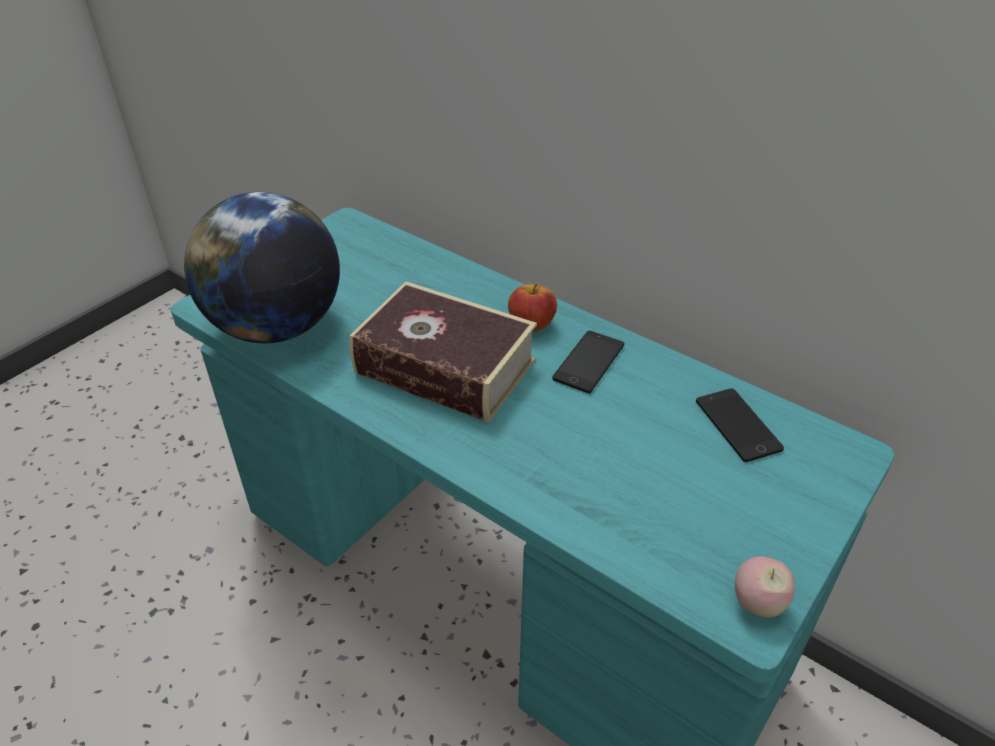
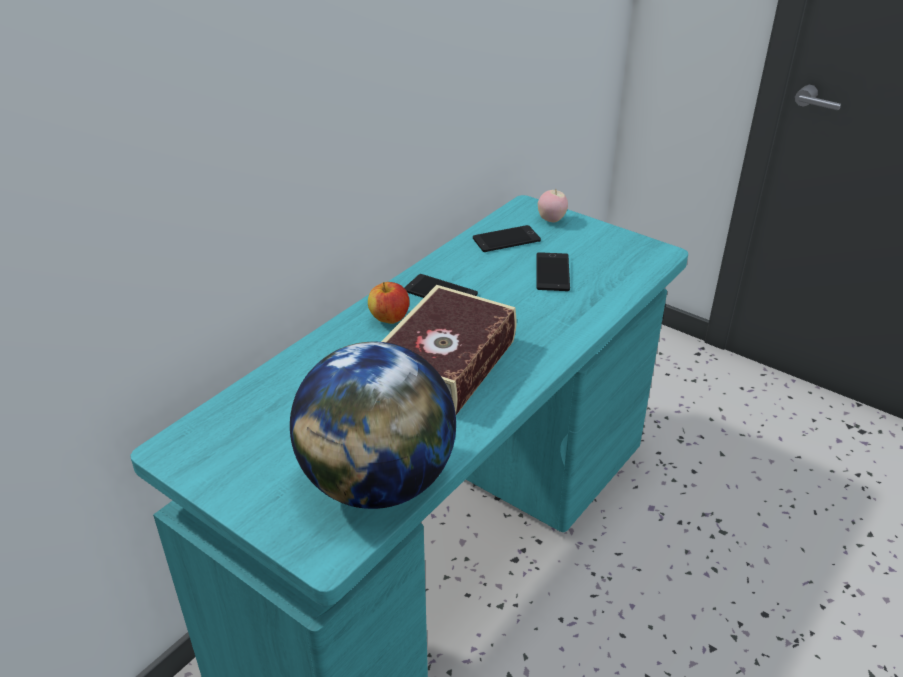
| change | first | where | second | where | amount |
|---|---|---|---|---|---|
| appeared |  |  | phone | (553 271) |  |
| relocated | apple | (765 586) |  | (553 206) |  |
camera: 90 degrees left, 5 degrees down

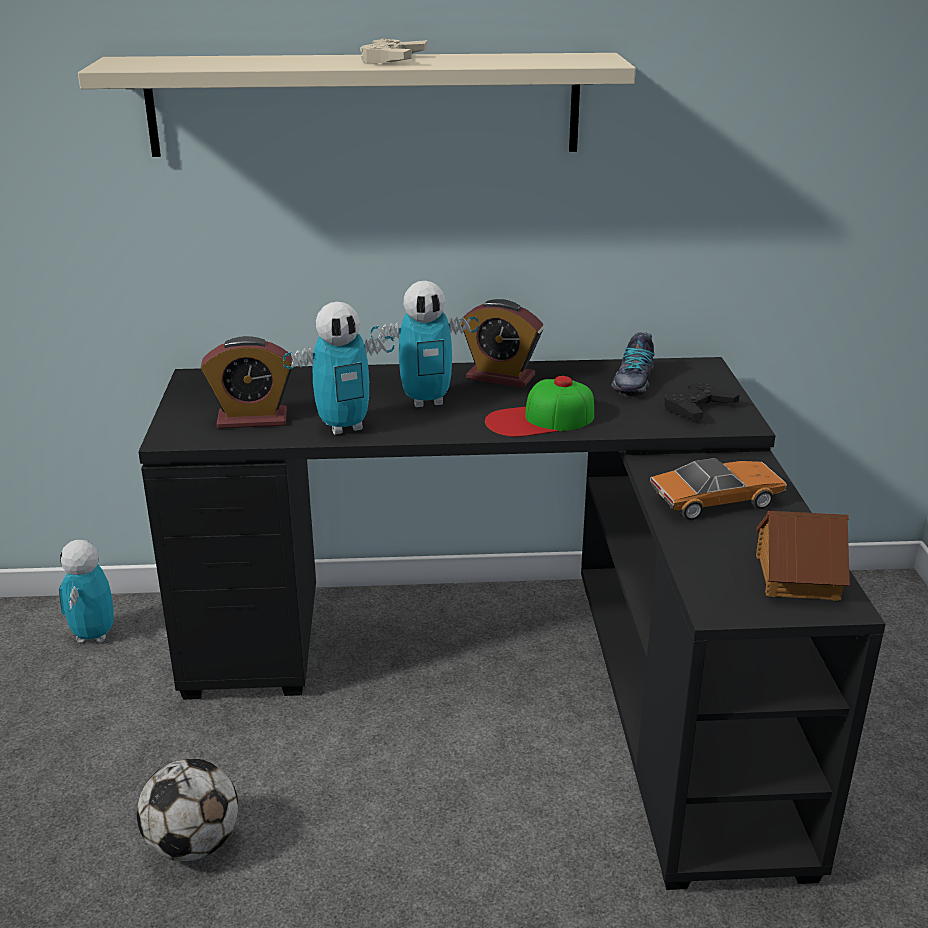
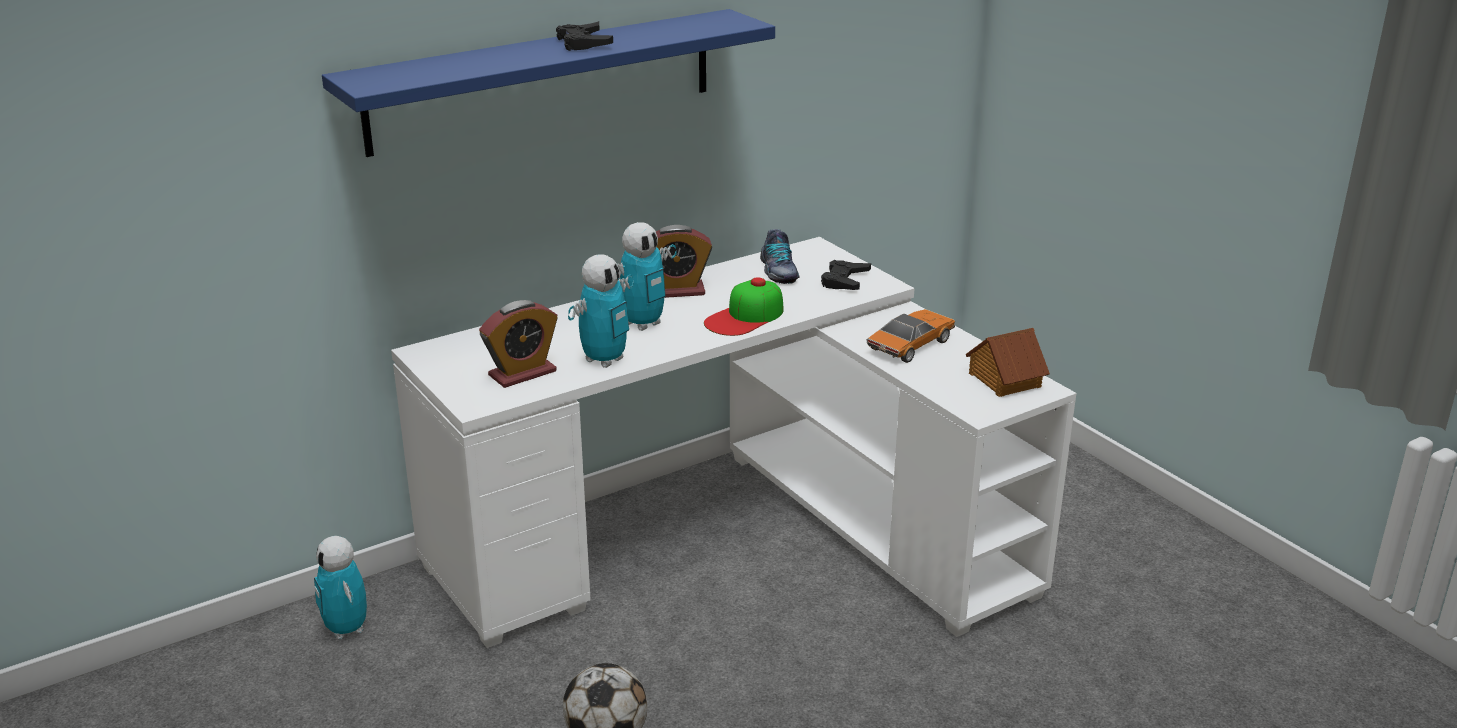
| change | first | where | second | where | amount |
|---|---|---|---|---|---|
| colour | shelf/beige | (357 105) | shelf/blue | (548 83) |  |
| colour | desk/black | (511 623) | desk/white | (733 442) |  |
| colour | game controller/beige | (394 51) | game controller/black | (584 36) |  |
camera: 30 degrees left, 0 degrees up

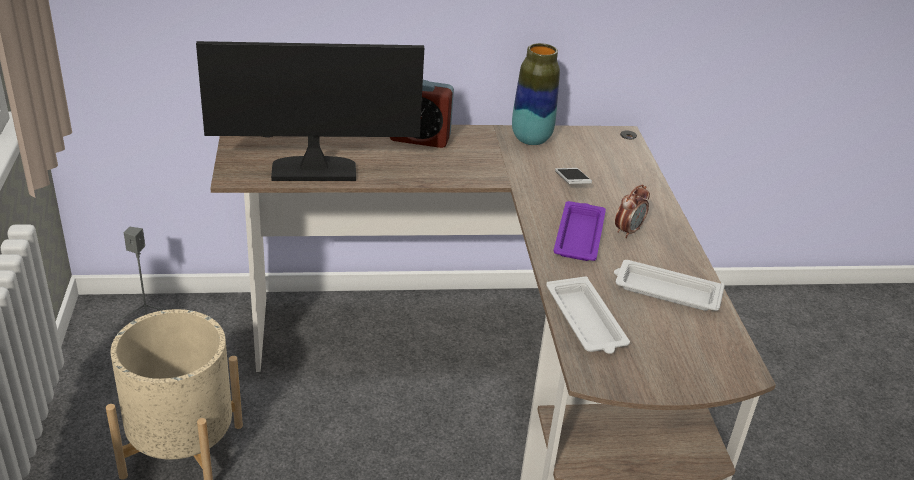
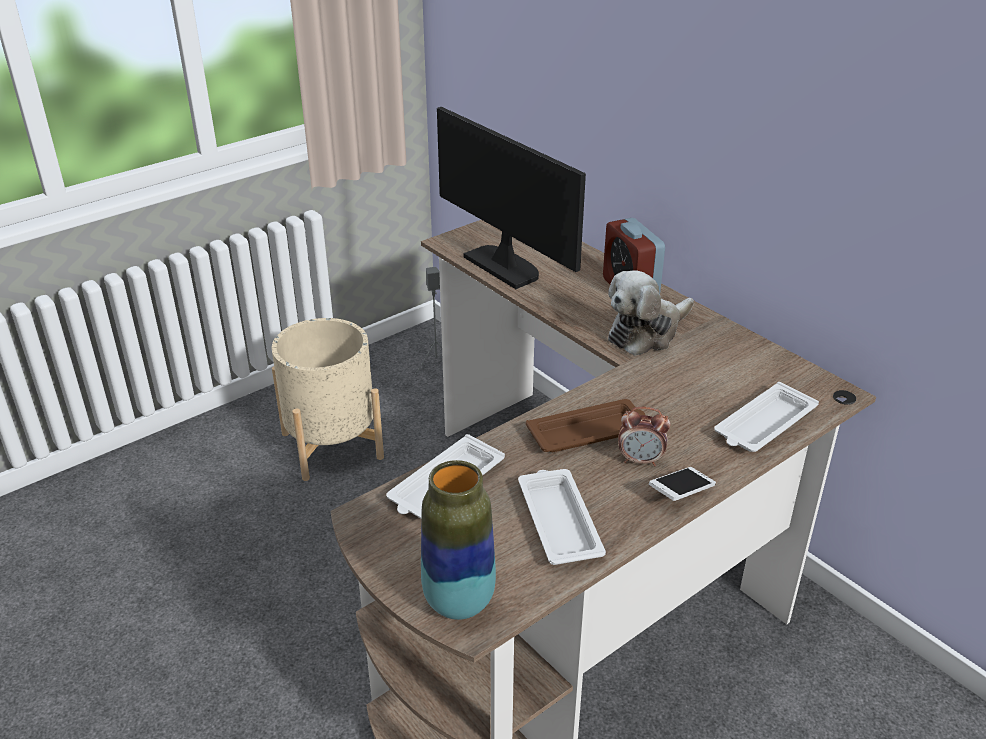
| change | first | where | second | where | amount |
|---|---|---|---|---|---|
| relocated | vase | (536 94) |  | (458 540) |  |
| colour | tray/purple | (580 231) | tray/brown | (585 425) |  |
| appeared |  |  | plush toy | (651 313) |  |
| relocated | phone | (573 176) |  | (682 484) |  |
| appeared |  |  | tray/white | (766 417) |  |
camera: 60 degrees right, 0 degrees up

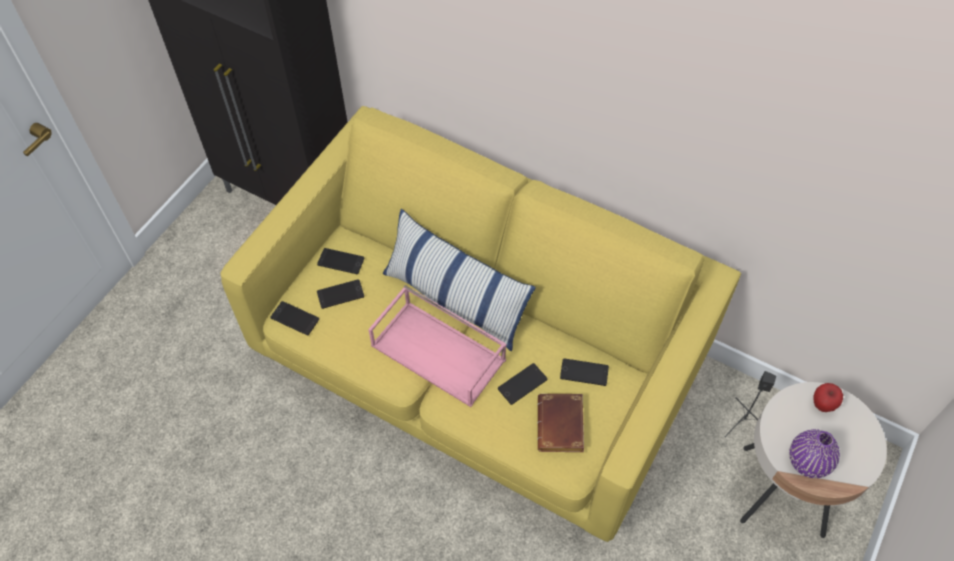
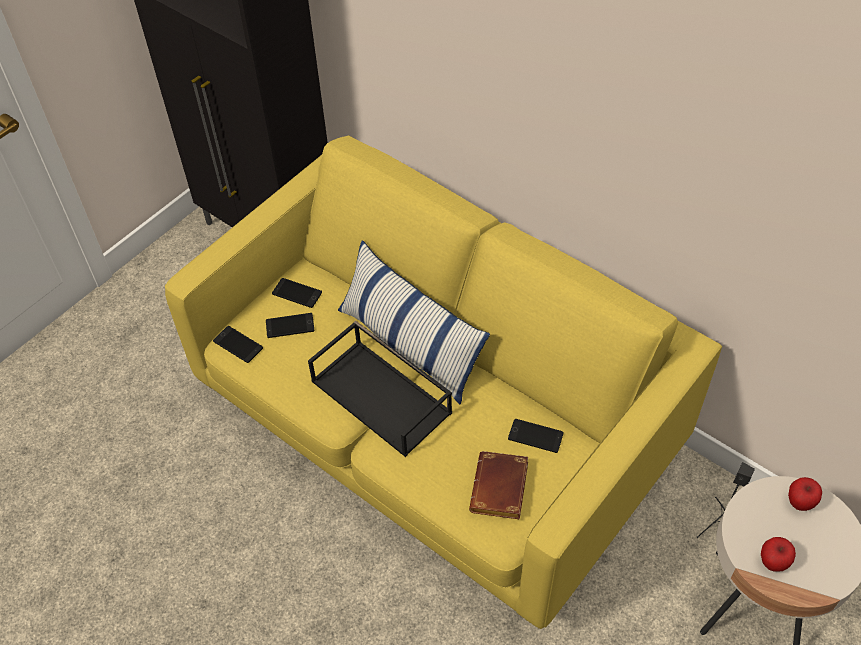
| change | first | where | second | where | amount |
|---|---|---|---|---|---|
| colour | tray/pink | (437 346) | tray/black | (380 389) |  |
| exchanged | vase/purple | (814 453) | apple | (778 554) |  |
| missing | phone | (522 384) |  |  |  |
camera: 10 degrees right, 5 degrees down

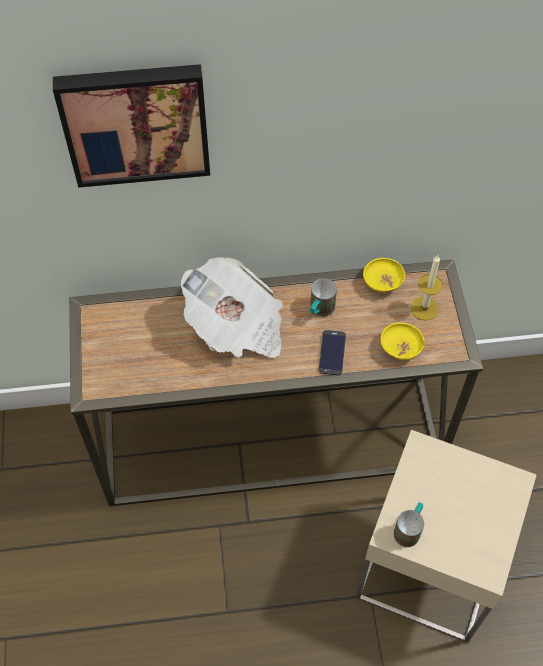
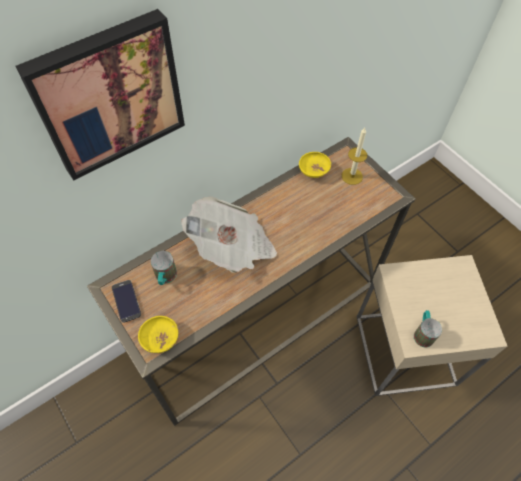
| change | first | where | second | where | amount |
|---|---|---|---|---|---|
| relocated | phone | (332 352) |  | (126 301) |  |
| relocated | bowl/yellow | (402 341) |  | (158 334) |  |
| relocated | mug | (323 297) |  | (164 268) |  |
camera: 30 degrees left, 0 degrees up

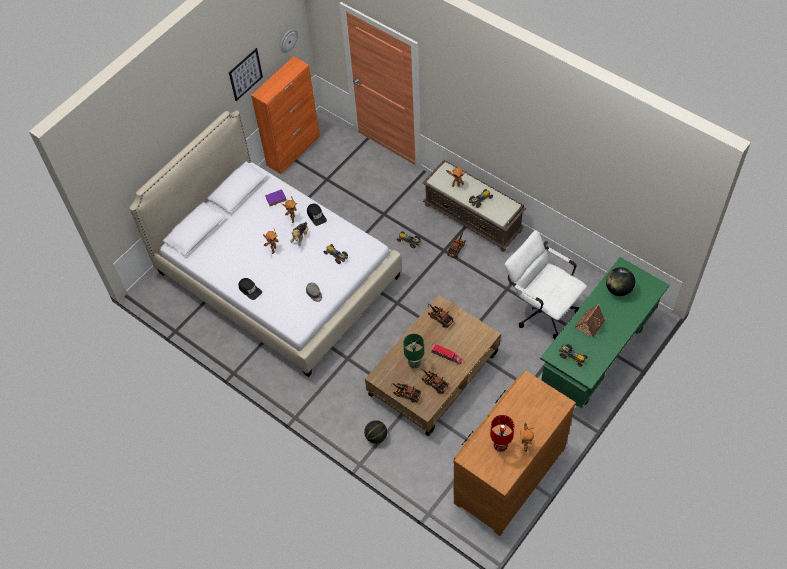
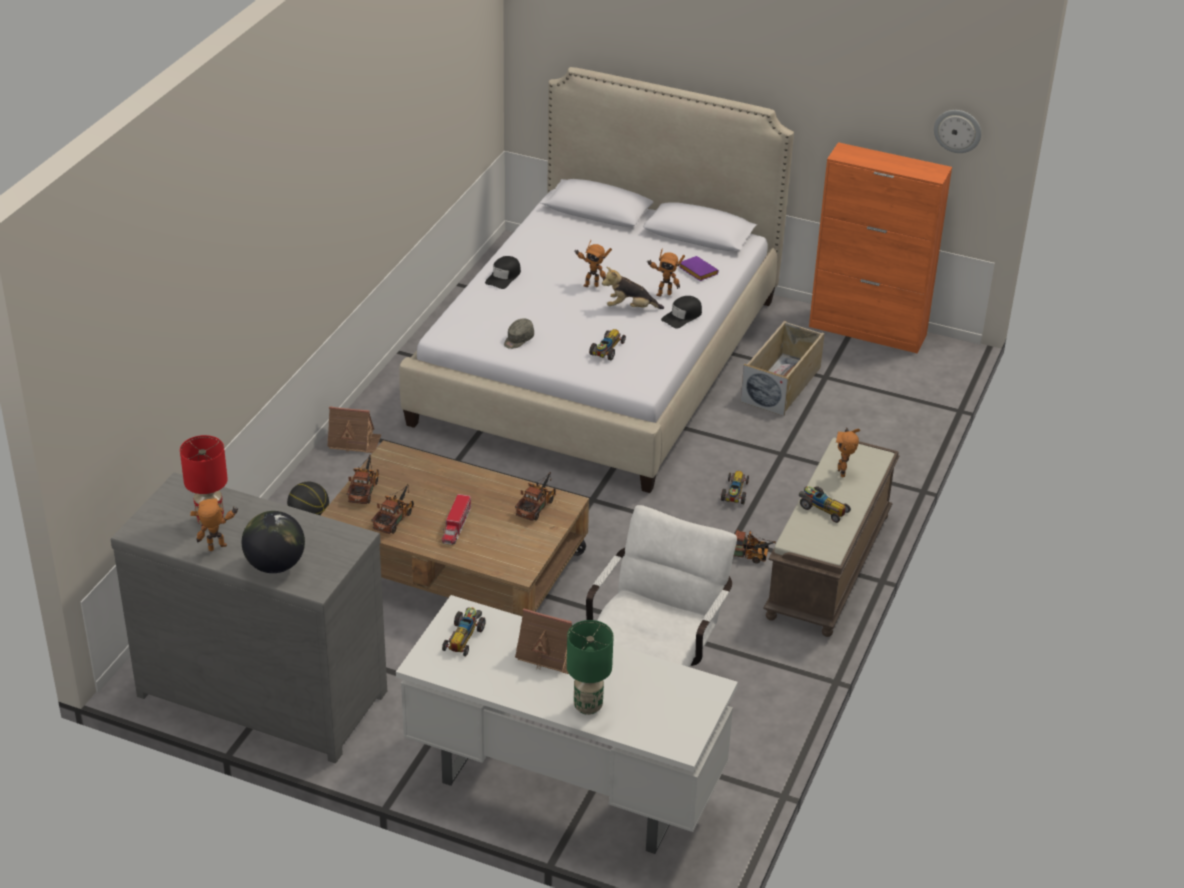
| change | first | where | second | where | amount |
|---|---|---|---|---|---|
| colour | dresser/brown | (514 453) | dresser/grey | (249 617) |  |
| relocated | globe | (620 281) |  | (273 542) |  |
| appeared |  |  | toy house | (354 429) |  |
| colour | desk/green | (604 332) | desk/white | (567 724) |  |
| relocated | table lamp/green | (413 351) |  | (590 667) |  |
| appeared |  |  | storage box/beige | (783 368) |  |
| missing | picture | (246 74) |  |  |  |
camera: 70 degrees right, 20 degrees down

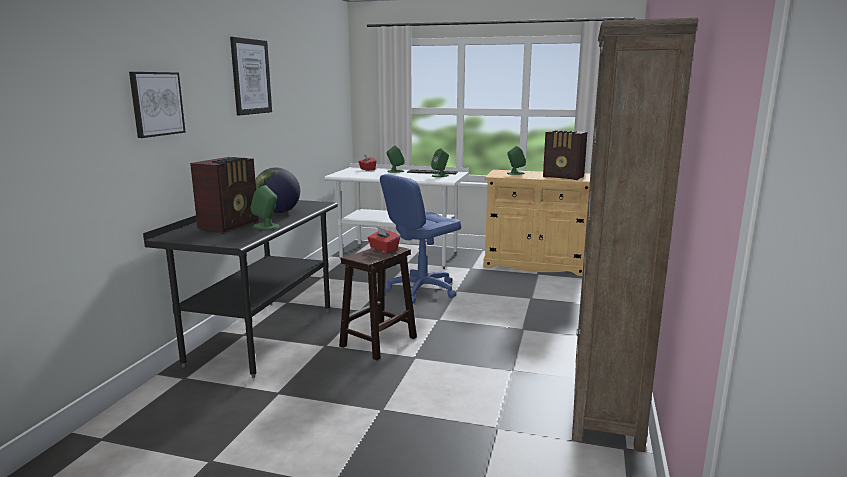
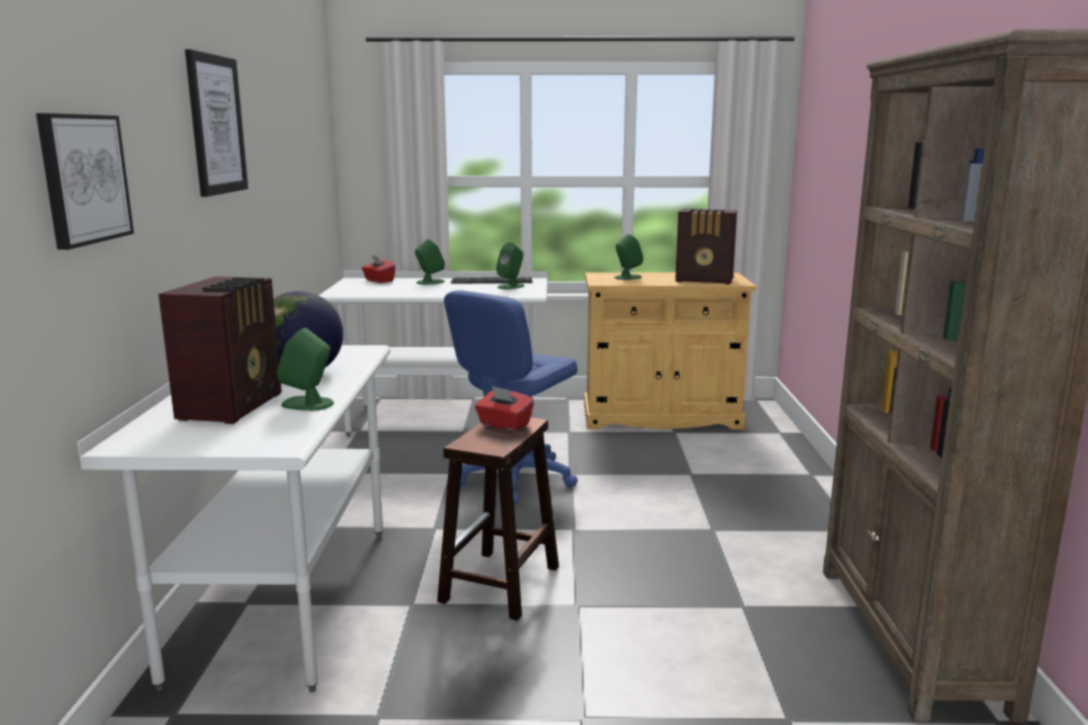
| change | first | where | second | where | amount |
|---|---|---|---|---|---|
| colour | desk/black | (240 289) | desk/white | (234 518) |  |
camera: 15 degrees left, 0 degrees up

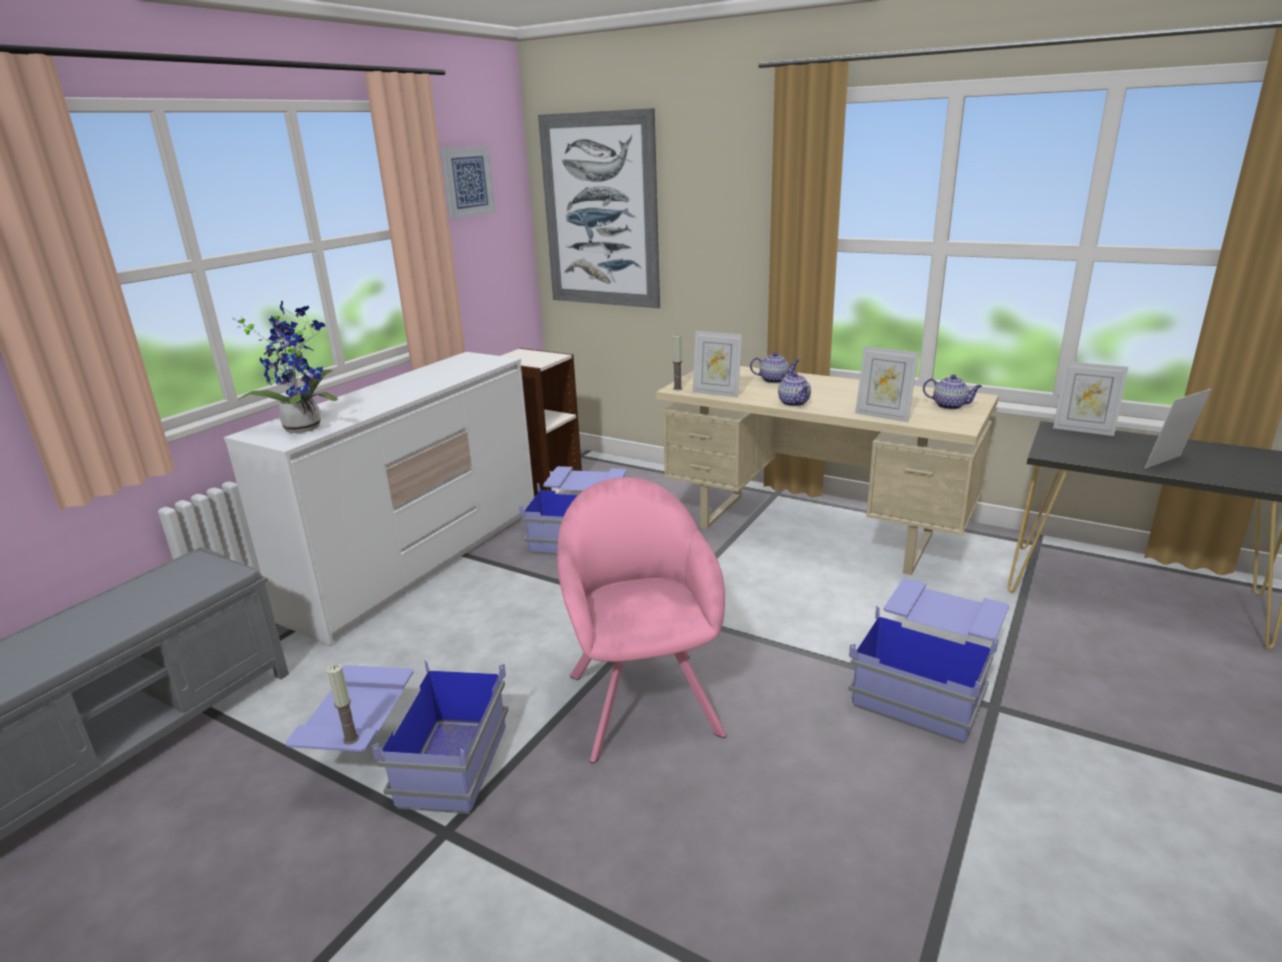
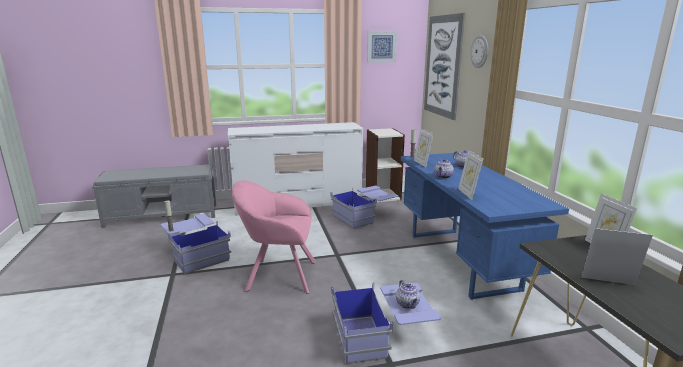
| change | first | where | second | where | amount |
|---|---|---|---|---|---|
| spun | armchair/pink | (642 620) |  | (274 237) | 120 degrees counterclockwise |
| relocated | teapot | (952 392) |  | (408 294) |  |
| colour | desk/beige | (827 470) | desk/blue | (485 226) |  |
| appeared |  |  | wall clock | (479 51) |  |
| missing | potted plant | (285 366) |  |  |  |
camera: 45 degrees right, 5 degrees down

